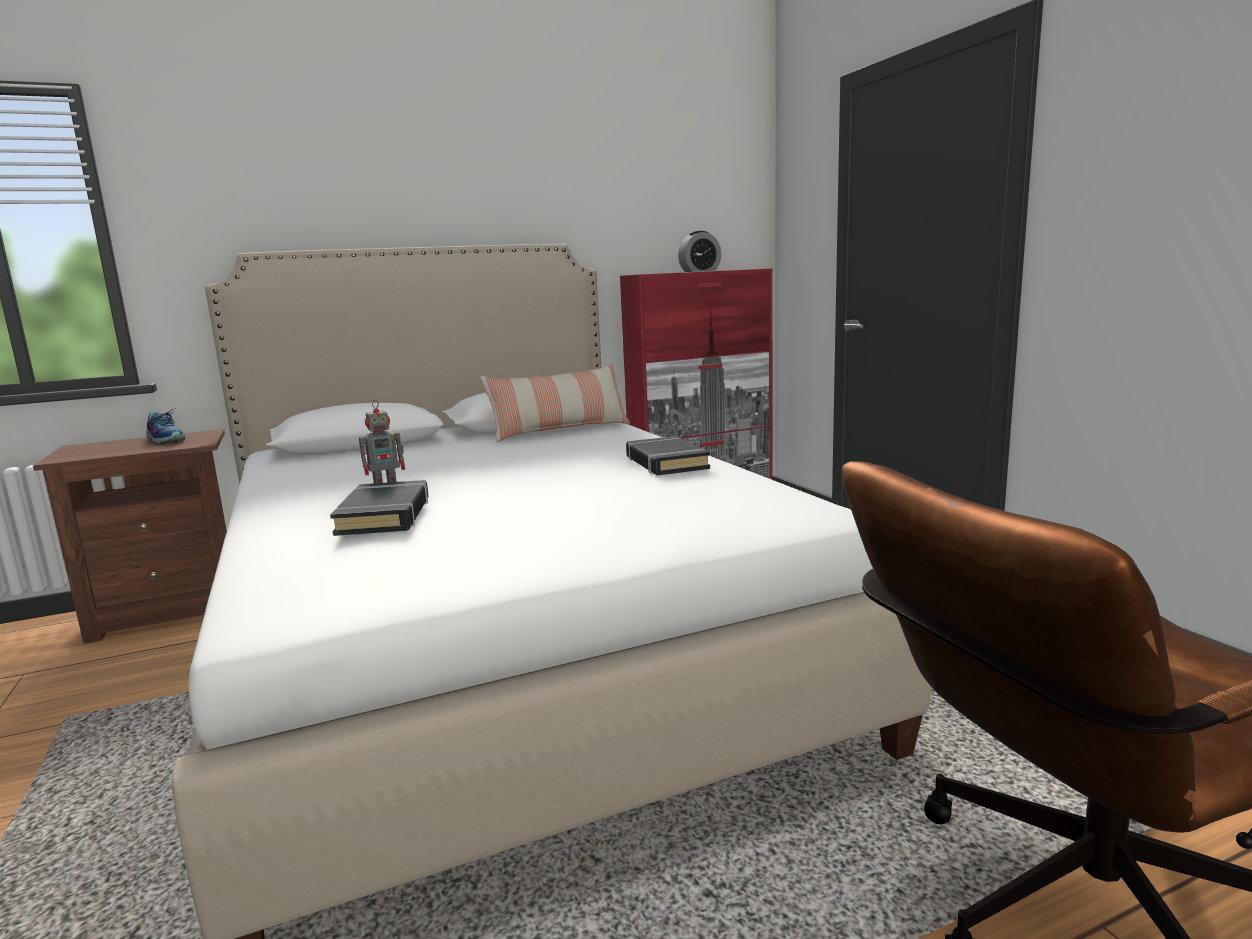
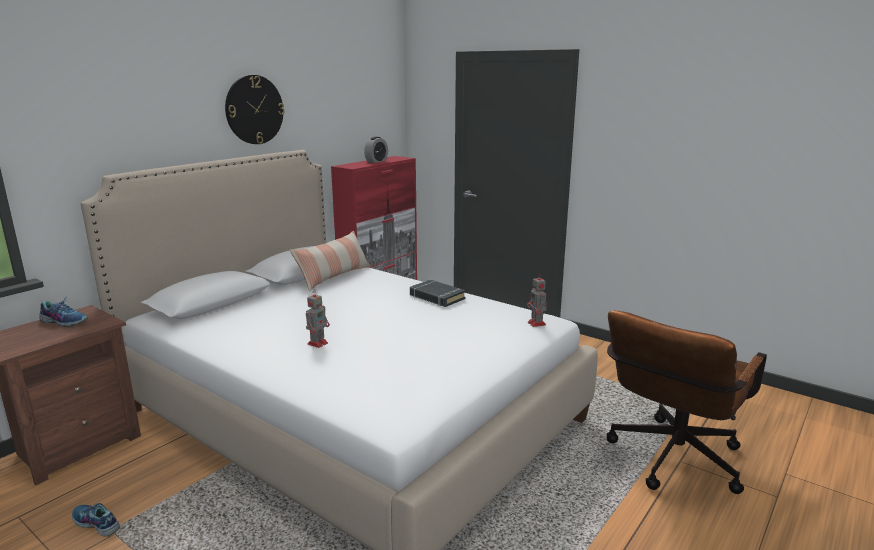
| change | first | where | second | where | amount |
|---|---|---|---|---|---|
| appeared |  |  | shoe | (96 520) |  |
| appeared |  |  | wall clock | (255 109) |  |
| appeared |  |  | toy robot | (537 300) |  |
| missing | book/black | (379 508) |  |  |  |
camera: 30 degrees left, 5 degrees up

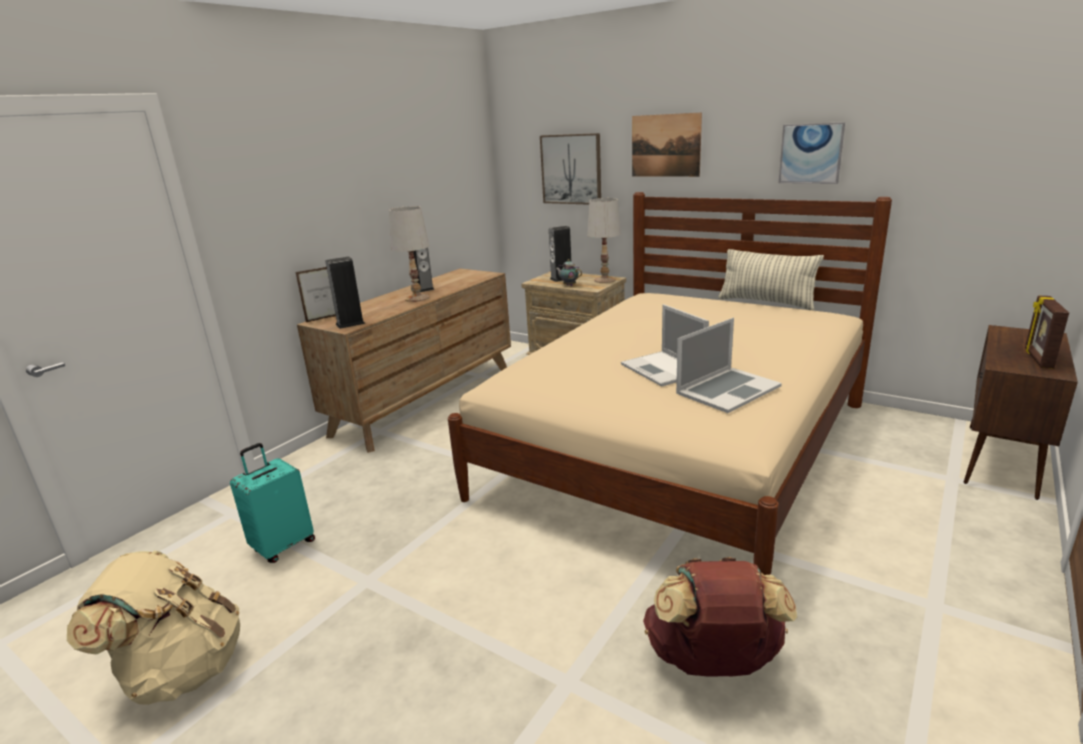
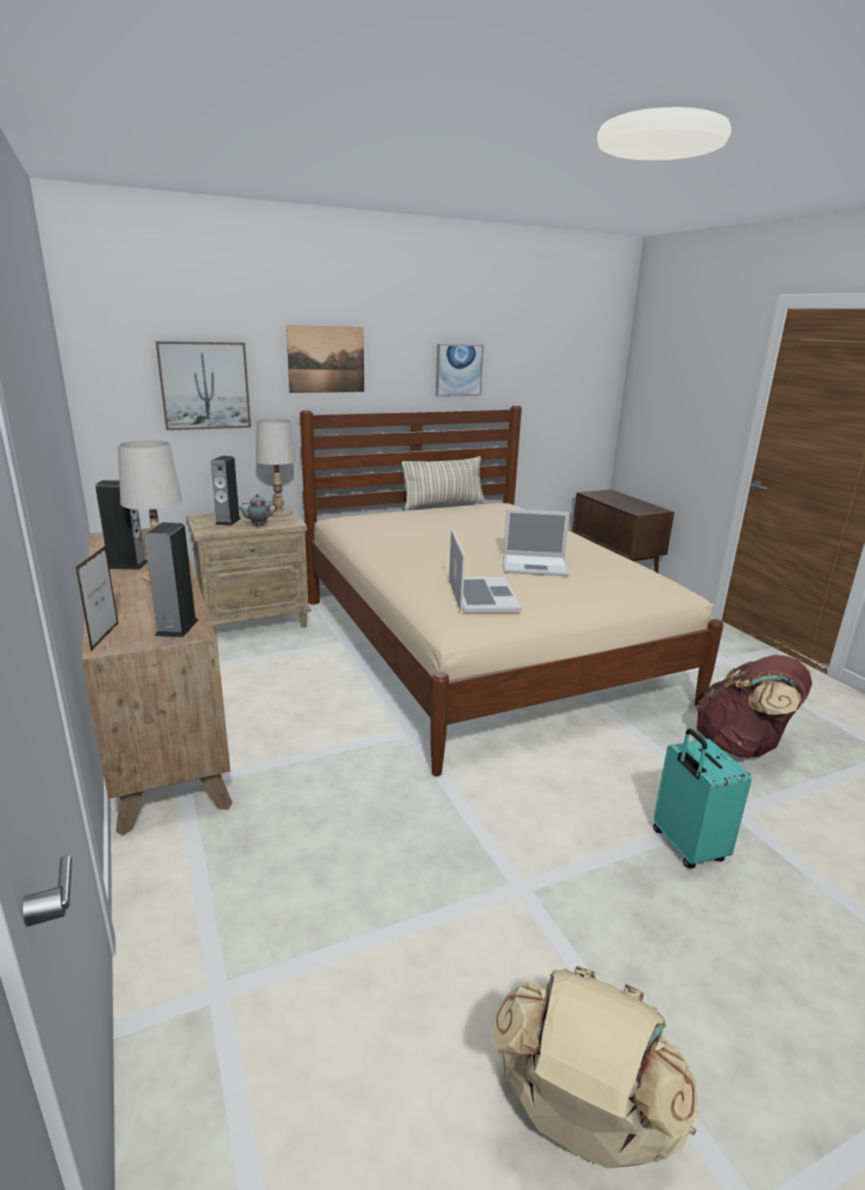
| change | first | where | second | where | amount |
|---|---|---|---|---|---|
| relocated | laptop | (729 365) |  | (485 570) |  |
| relocated | suitcase/turquoise | (272 503) |  | (702 799) |  |
| missing | picture frame | (1047 332) |  |  |  |
camera: 60 degrees left, 0 degrees up

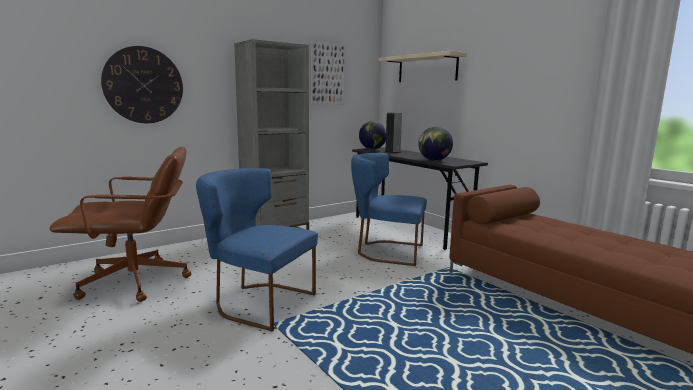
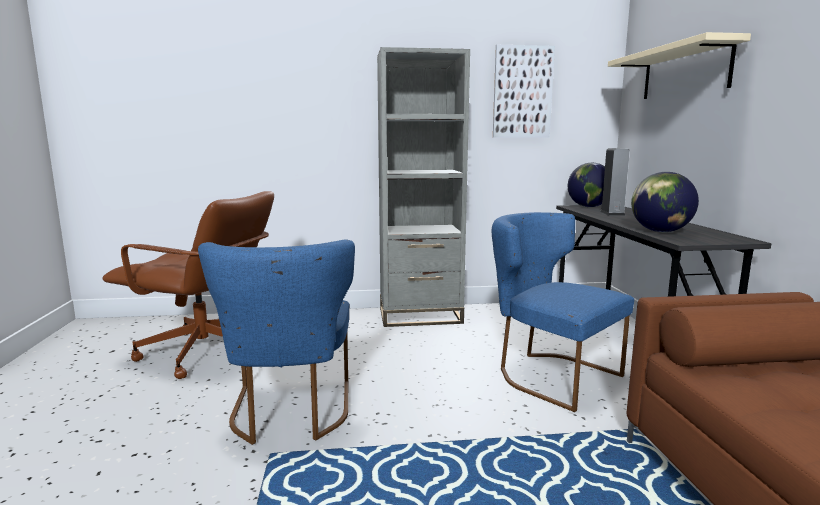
| change | first | where | second | where | amount |
|---|---|---|---|---|---|
| spun | chair/blue | (257 249) |  | (276 342) | 150 degrees counterclockwise |
| missing | wall clock | (142 84) |  |  |  |
camera: 30 degrees right, 0 degrees up

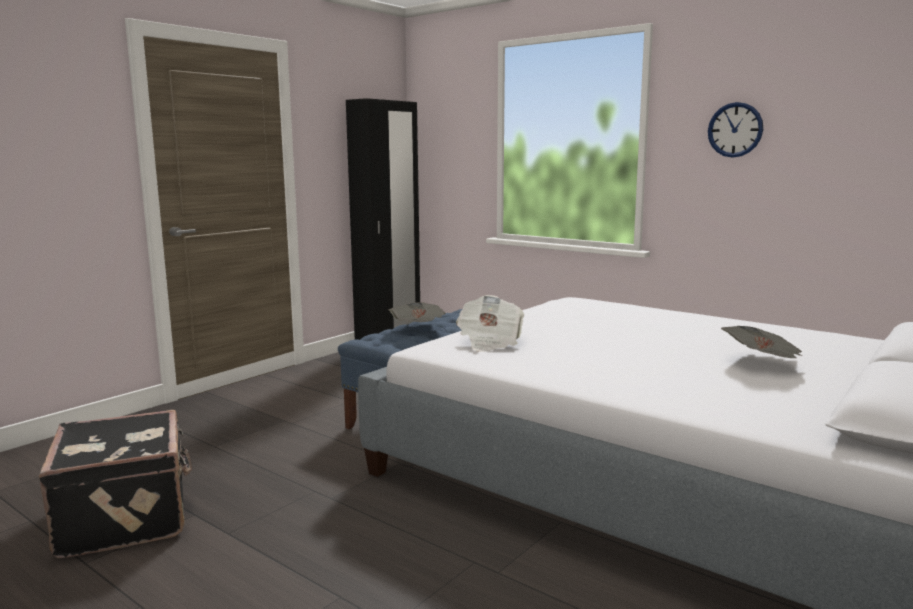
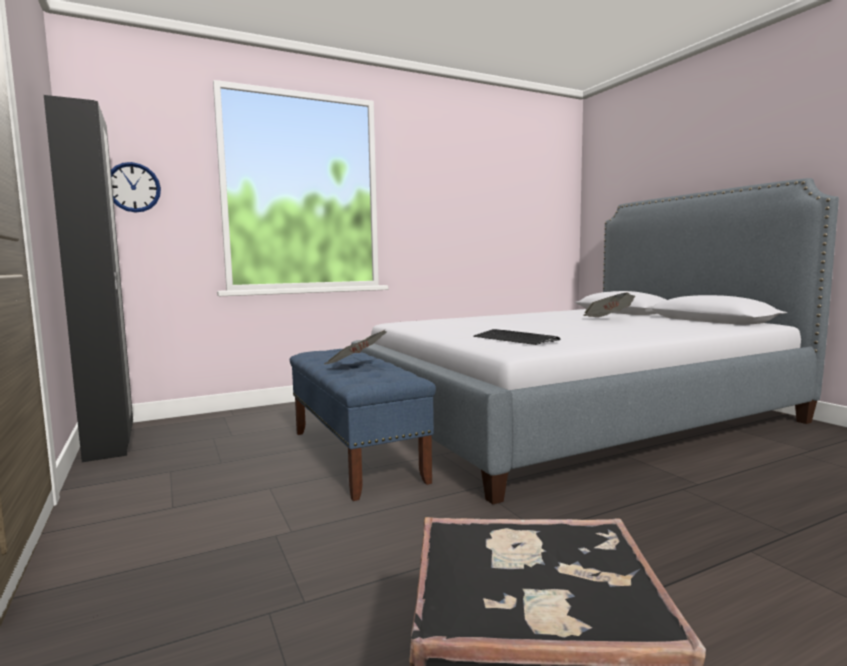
| change | first | where | second | where | amount |
|---|---|---|---|---|---|
| relocated | wall clock | (735 130) |  | (136 187) |  |
| exchanged | newspaper | (490 323) | keyboard | (517 337) |  |
camera: 65 degrees left, 5 degrees down

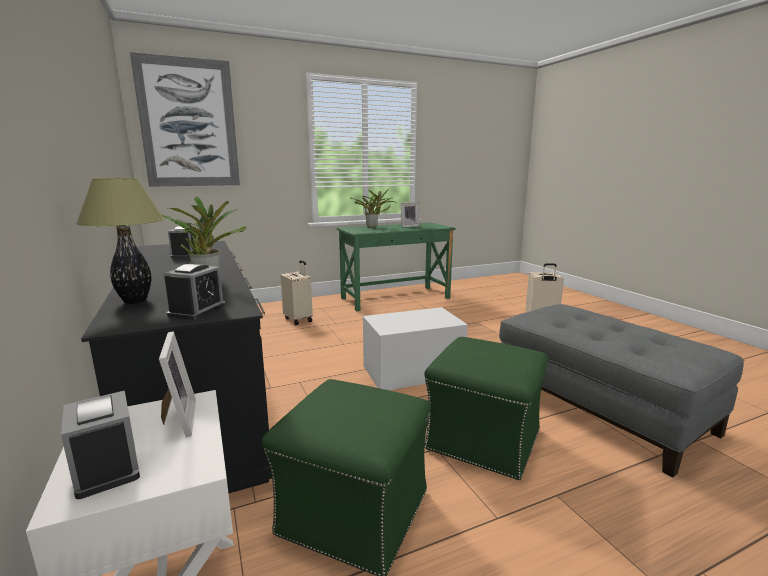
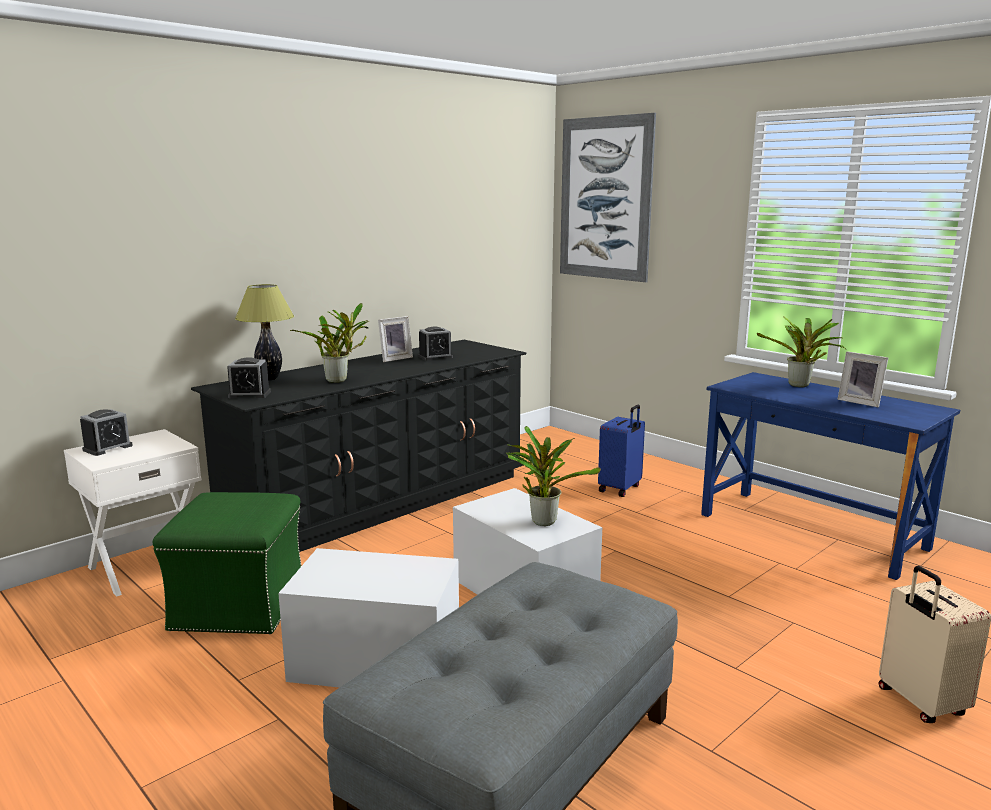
| change | first | where | second | where | amount |
|---|---|---|---|---|---|
| exchanged | ottoman/green | (486 408) | storage box/white | (368 618) |  |
| relocated | picture frame | (177 384) |  | (395 339) |  |
| appeared |  |  | potted plant | (553 476) |  |
| colour | suitcase/beige | (296 292) | suitcase/blue | (621 451) |  |
| colour | desk/green | (396 267) | desk/blue | (830 476) |  |
camera: 70 degrees right, 0 degrees up

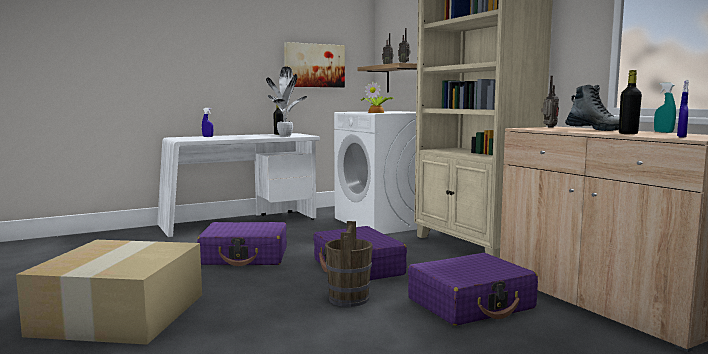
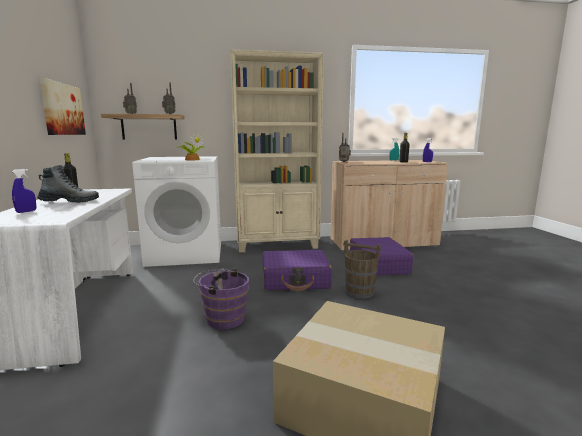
| change | first | where | second | where | amount |
|---|---|---|---|---|---|
| relocated | boot | (592 108) |  | (68 184) |  |
| exchanged | suitcase/purple | (242 244) | bucket/purple | (221 299) |  |
| missing | potted plant | (286 101) |  |  |  |
camera: 70 degrees left, 5 degrees up

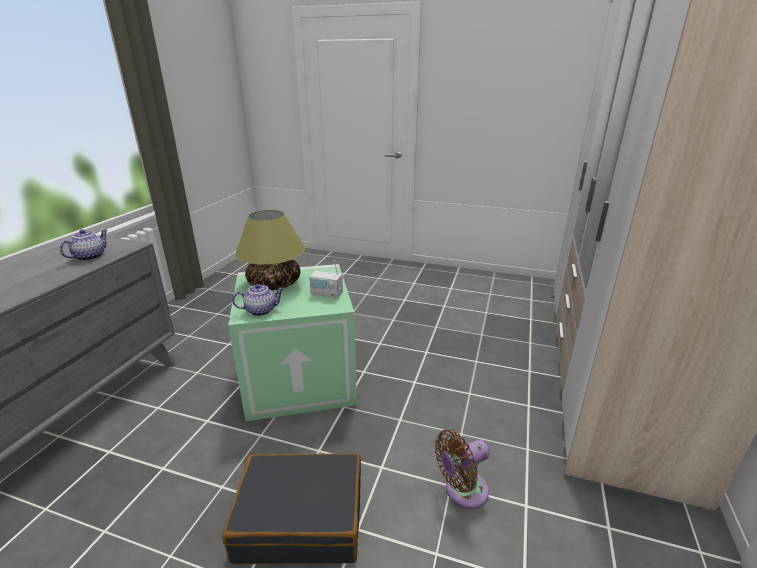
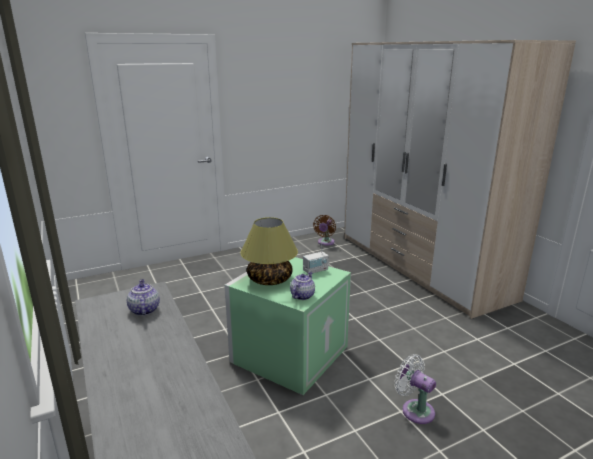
| change | first | where | second | where | amount |
|---|---|---|---|---|---|
| relocated | fan/brown | (462 469) |  | (324 230) |  |
| exchanged | suitcase/black | (291 508) | fan/white | (415 389) |  |
camera: 45 degrees left, 5 degrees down

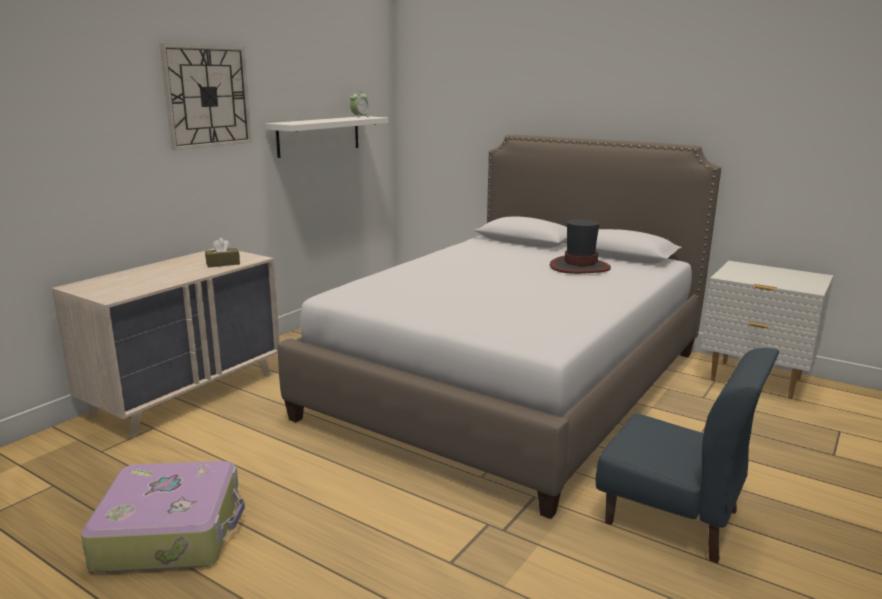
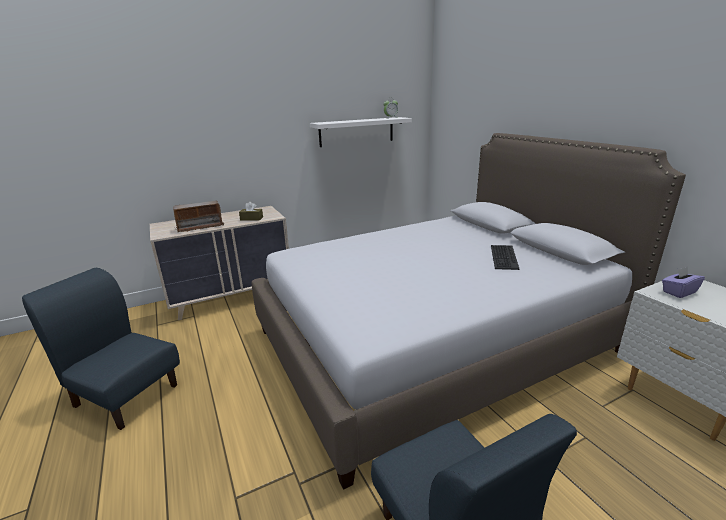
| change | first | where | second | where | amount |
|---|---|---|---|---|---|
| exchanged | suitcase | (163 517) | chair/blue | (101 349) |  |
| appeared |  |  | radio | (199 216) |  |
| exchanged | hat | (580 246) | keyboard | (505 257) |  |
| appeared |  |  | tissue box/purple | (683 282) |  |
| missing | wall clock | (205 96) |  |  |  |
camera: 30 degrees right, 5 degrees up

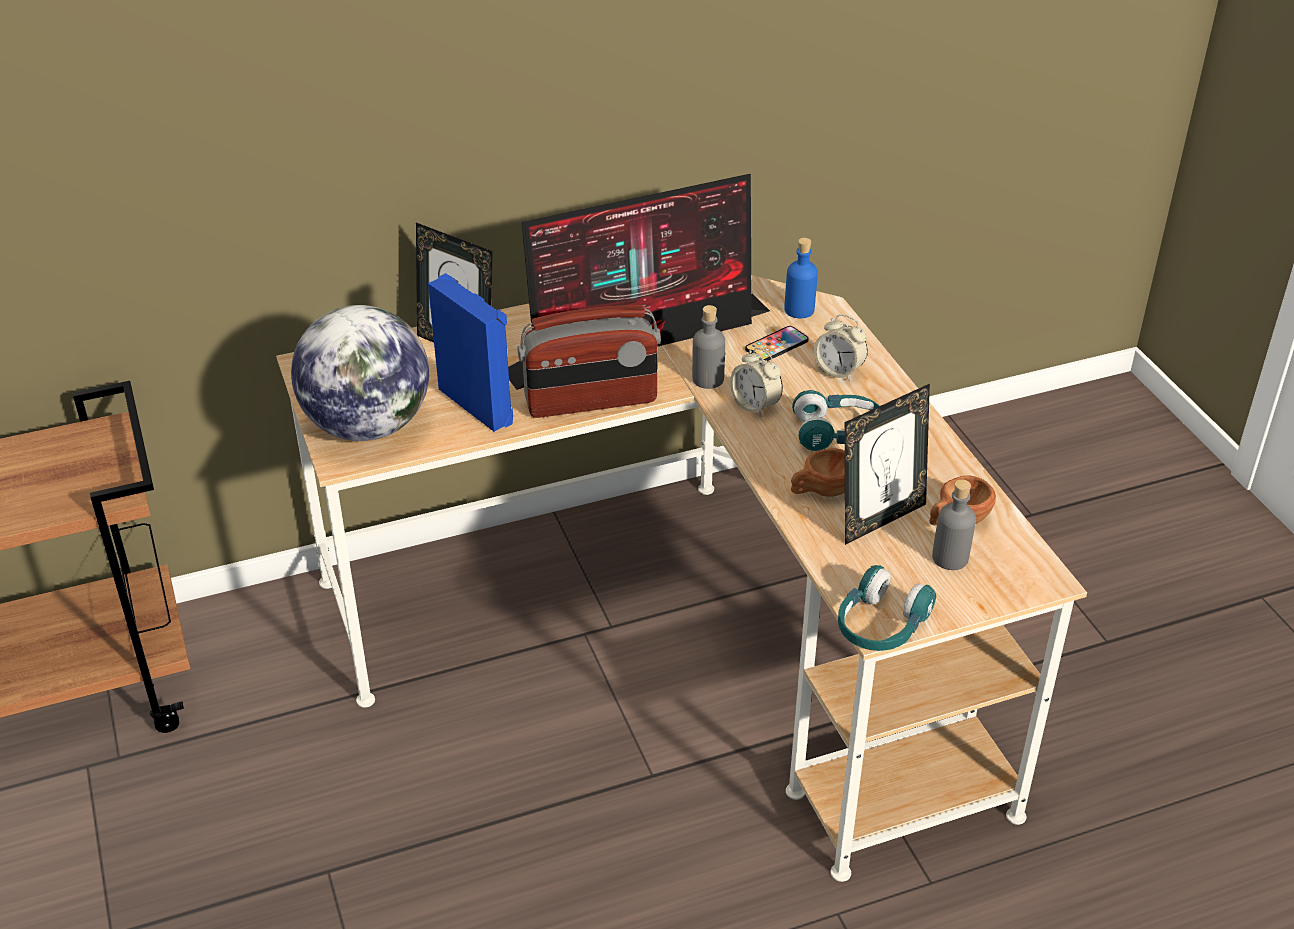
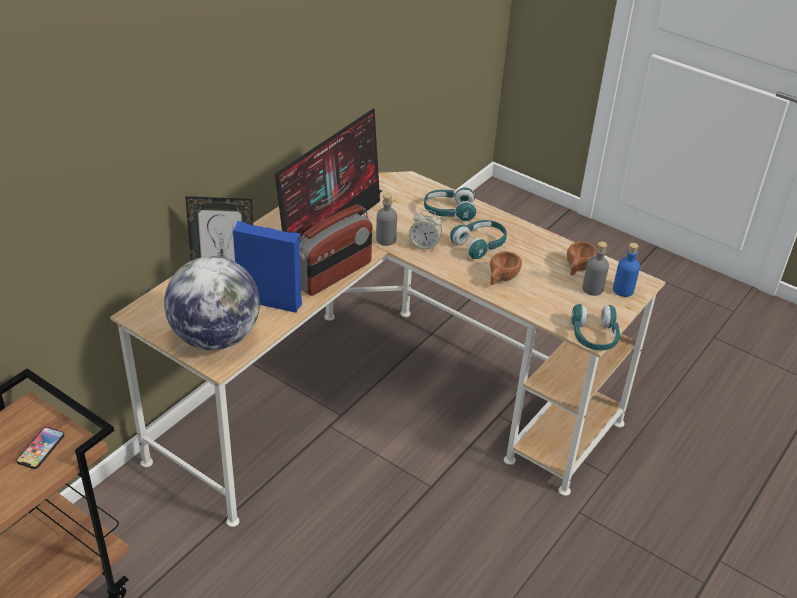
| change | first | where | second | where | amount |
|---|---|---|---|---|---|
| relocated | phone | (777 343) |  | (40 448) |  |
| exchanged | alarm clock | (841 347) | headphones/turquoise | (450 204) |  |
| relocated | bottle/blue | (801 278) |  | (626 270) |  |
| missing | picture frame | (887 464) |  |  |  |
camera: 35 degrees left, 0 degrees up

